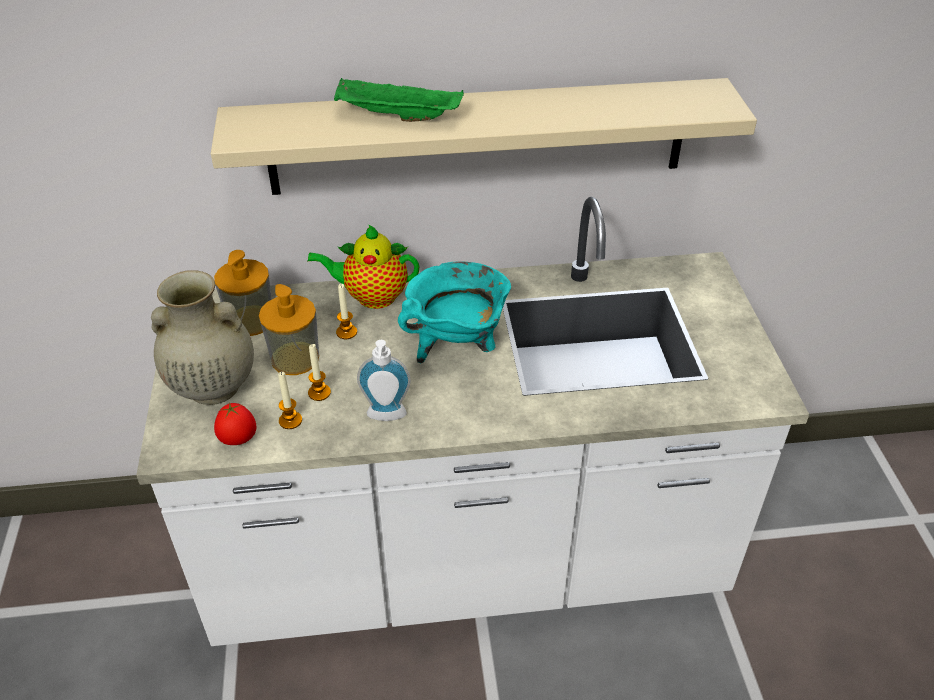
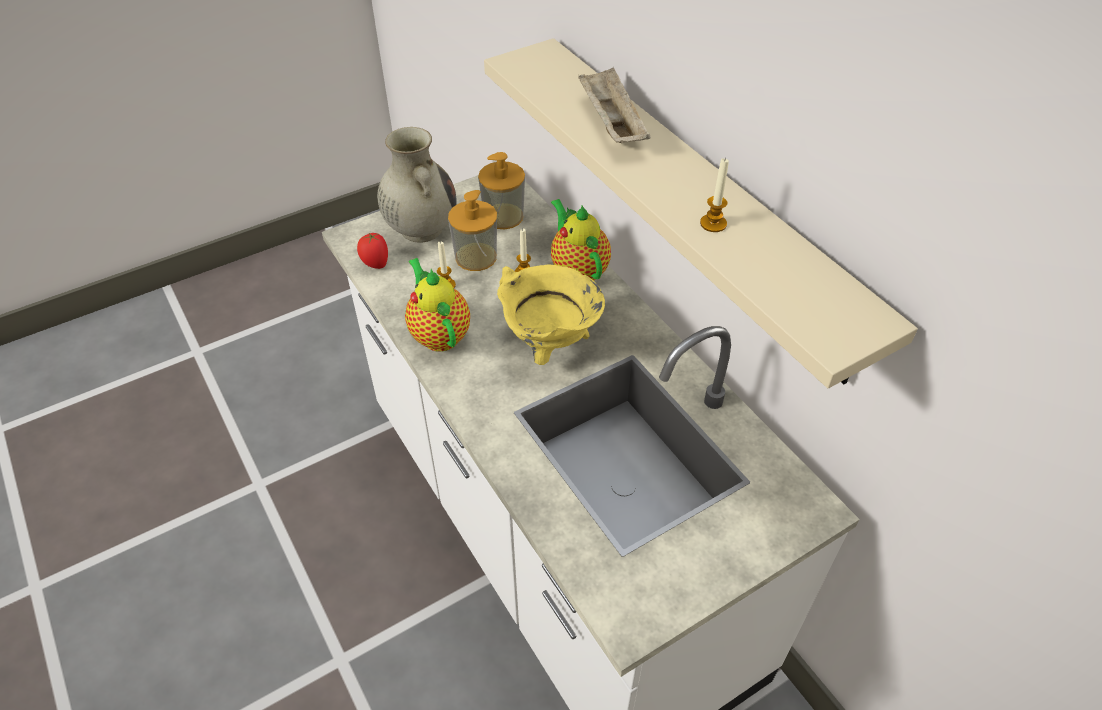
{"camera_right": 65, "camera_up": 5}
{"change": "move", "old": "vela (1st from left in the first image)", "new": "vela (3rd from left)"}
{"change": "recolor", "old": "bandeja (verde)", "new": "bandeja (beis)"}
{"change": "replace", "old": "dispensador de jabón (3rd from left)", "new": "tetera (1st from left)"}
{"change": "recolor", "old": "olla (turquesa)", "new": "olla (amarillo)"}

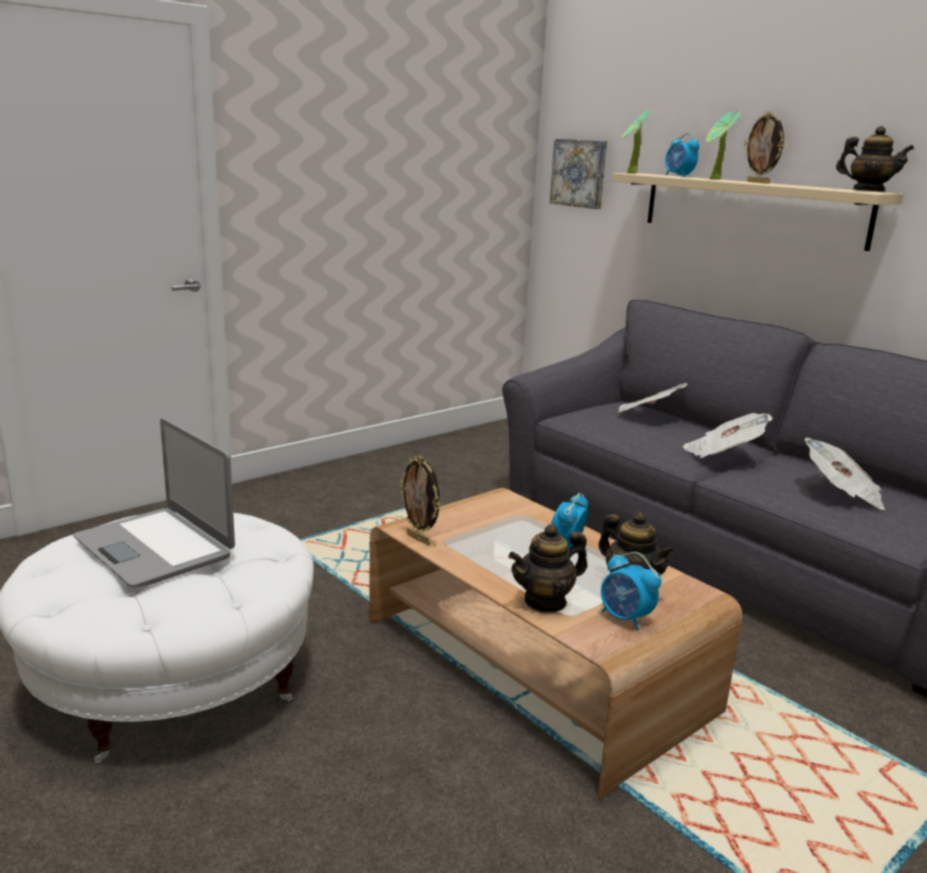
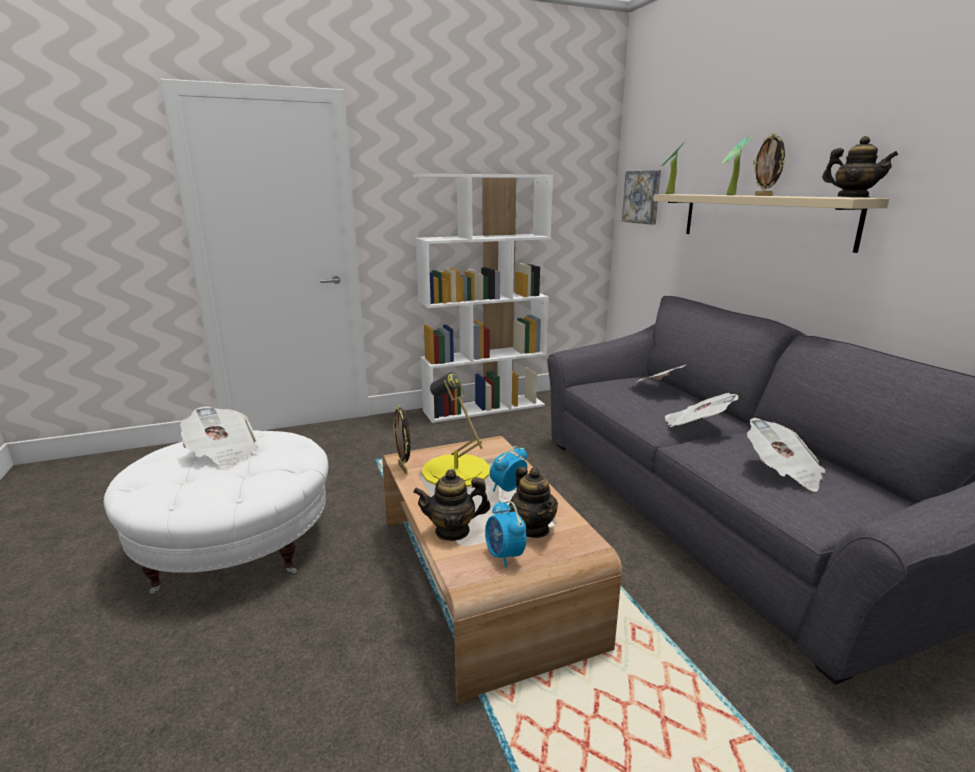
{"camera_right": 20, "camera_up": 0}
{"change": "replace", "old": "portátil", "new": "periódico (1st from left)"}
{"change": "delete", "old": "despertador (3rd from left)"}
{"change": "insert", "new": "estantería (blanco)"}
{"change": "insert", "new": "lámpara de mesa (amarillo)"}

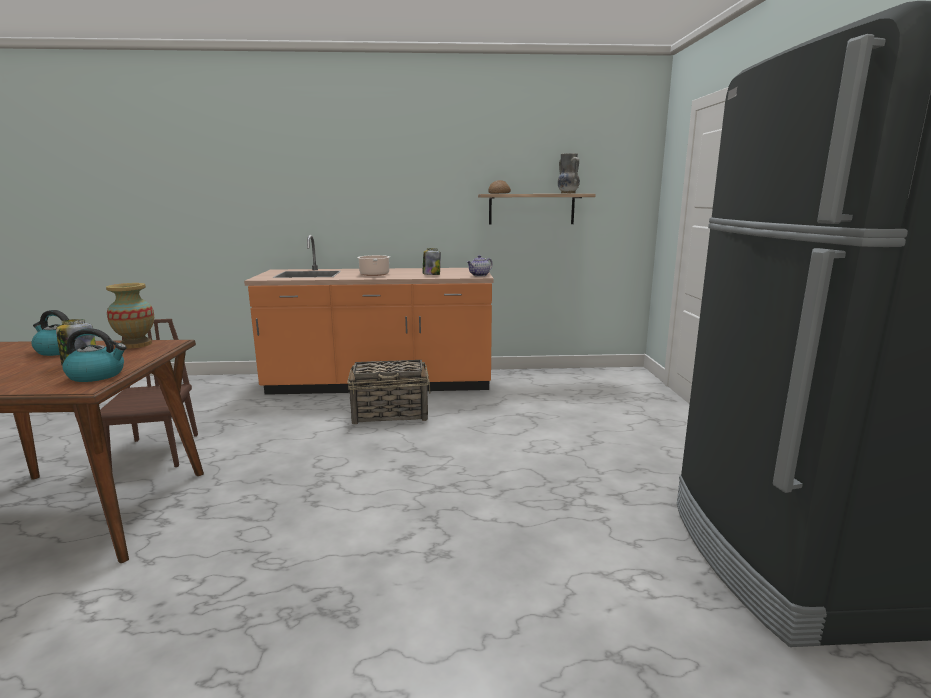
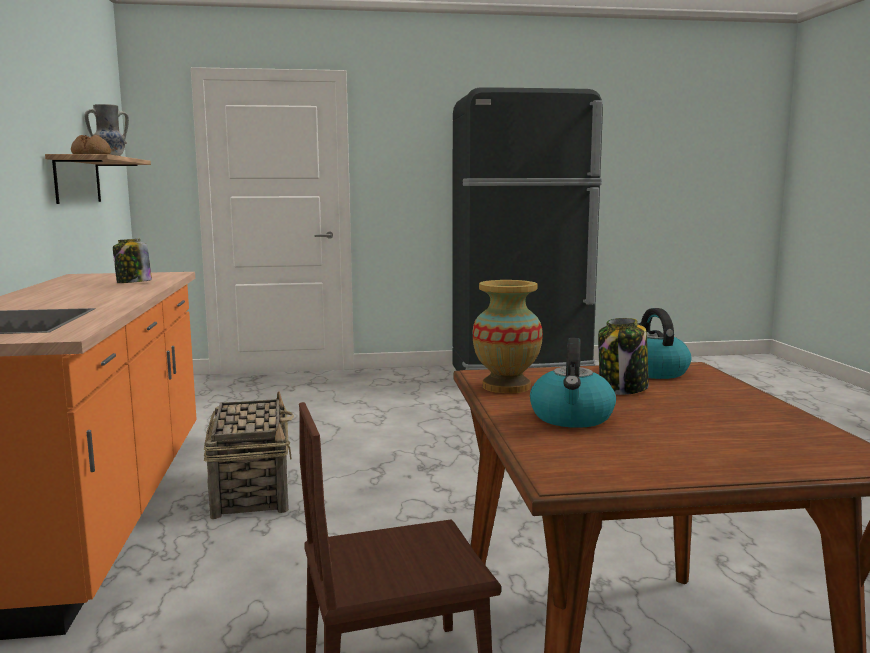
{"camera_right": -95, "camera_up": -5}
{"change": "delete", "old": "olla"}
{"change": "delete", "old": "tetera"}

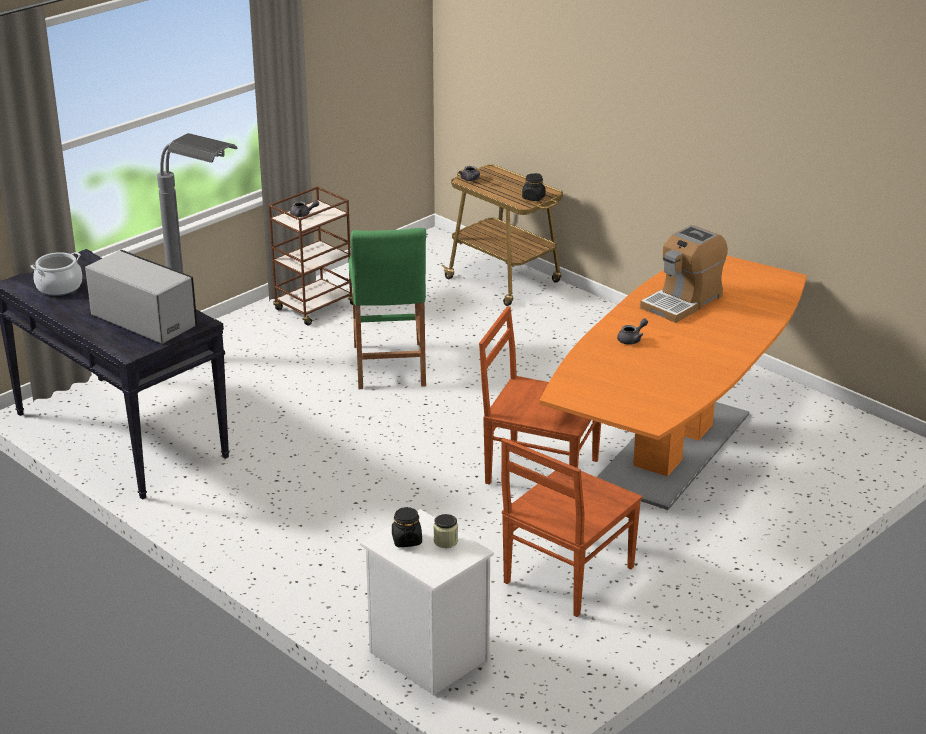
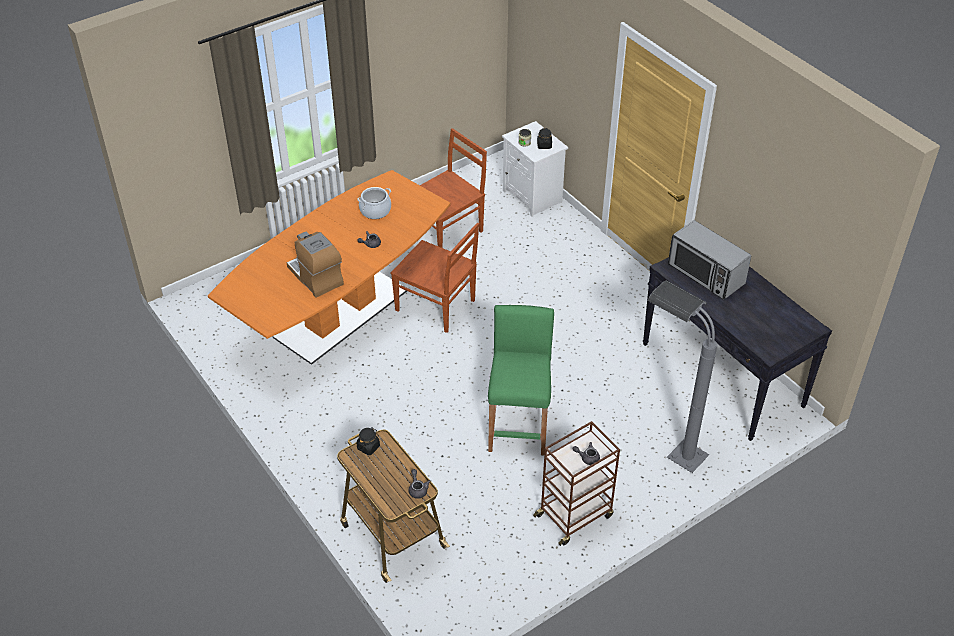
{"camera_right": -170, "camera_up": 15}
{"change": "move", "old": "olla"}
{"change": "rotate", "old": "cafetera", "degrees": -90}

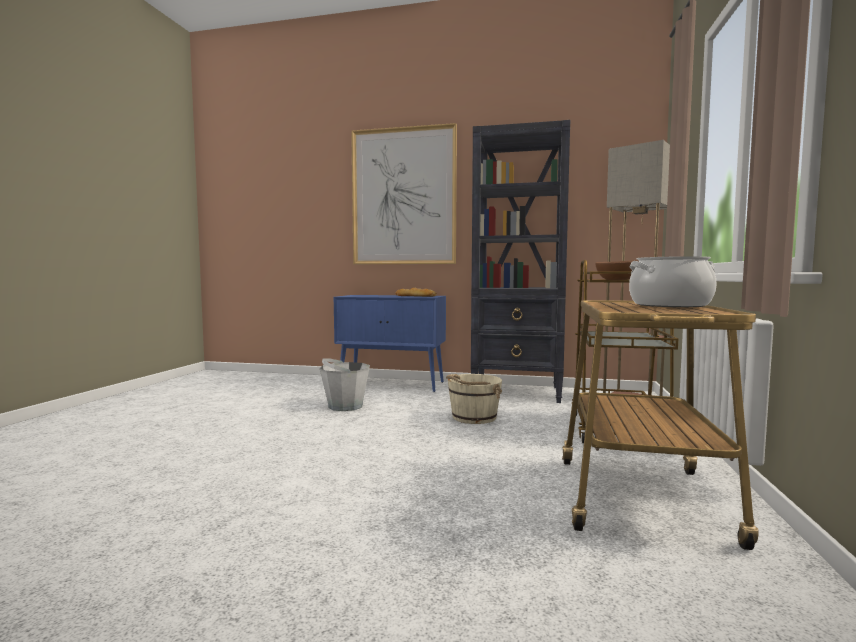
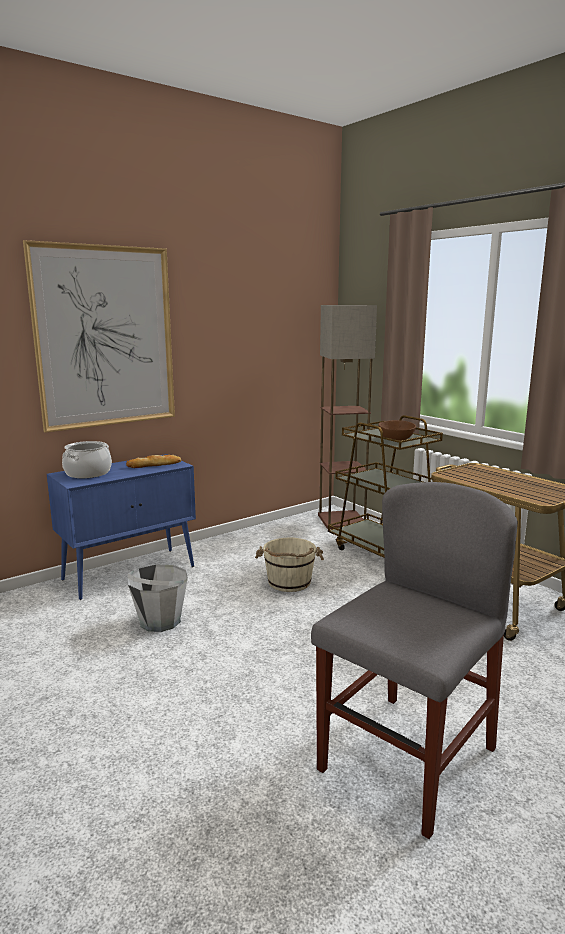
{"camera_right": -50, "camera_up": 10}
{"change": "delete", "old": "estantería (negro)"}
{"change": "move", "old": "olla"}
{"change": "insert", "new": "silla (gris)"}

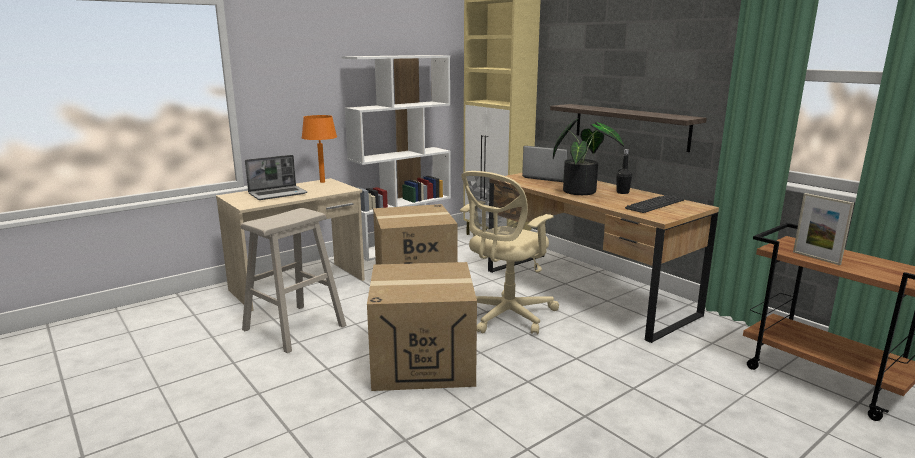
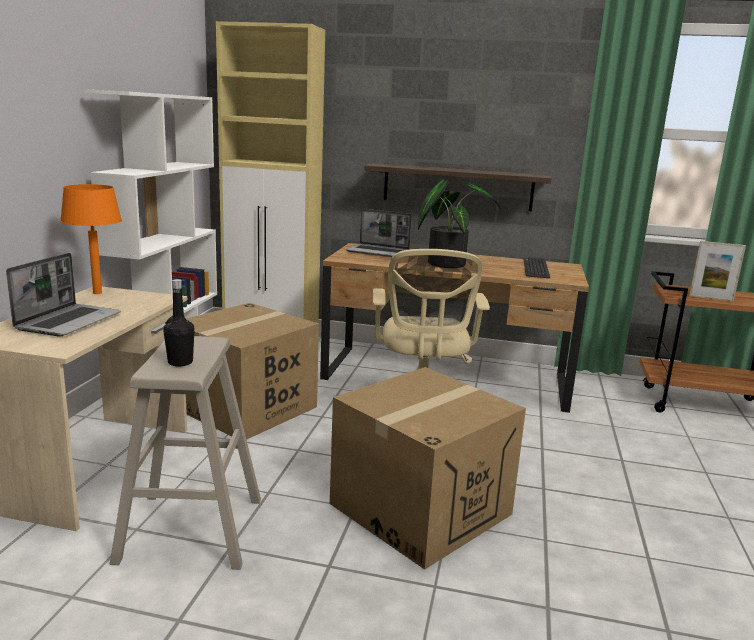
{"camera_right": -40, "camera_up": 0}
{"change": "rotate", "old": "portátil (2nd from left)", "degrees": -150}
{"change": "move", "old": "botella (negro)"}

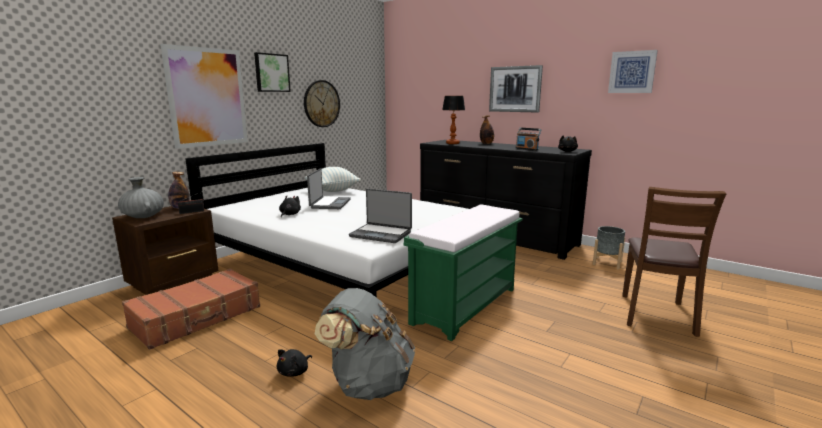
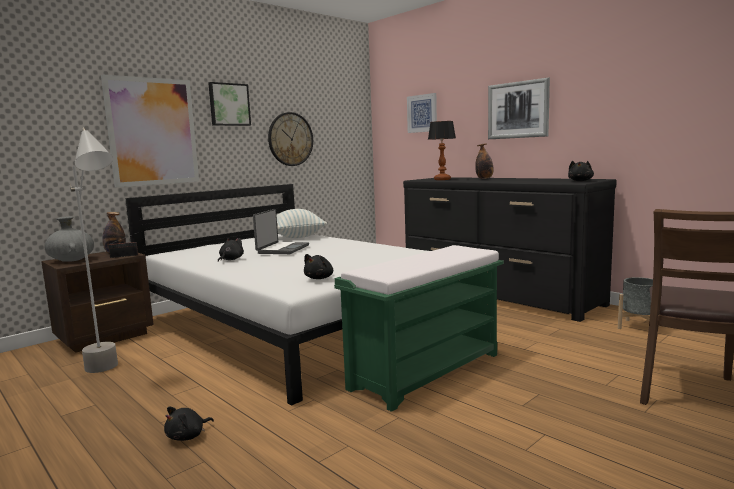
{"camera_right": 10, "camera_up": -5}
{"change": "replace", "old": "maleta (marrón)", "new": "lámpara de pie (gris)"}
{"change": "delete", "old": "mochila (gris)"}
{"change": "replace", "old": "portátil (2nd from left)", "new": "peluche (negro) (3rd from left)"}
{"change": "delete", "old": "radio (2nd from left)"}
{"change": "move", "old": "cuadro (4th from left in the first image)", "new": "cuadro (3rd from left)"}

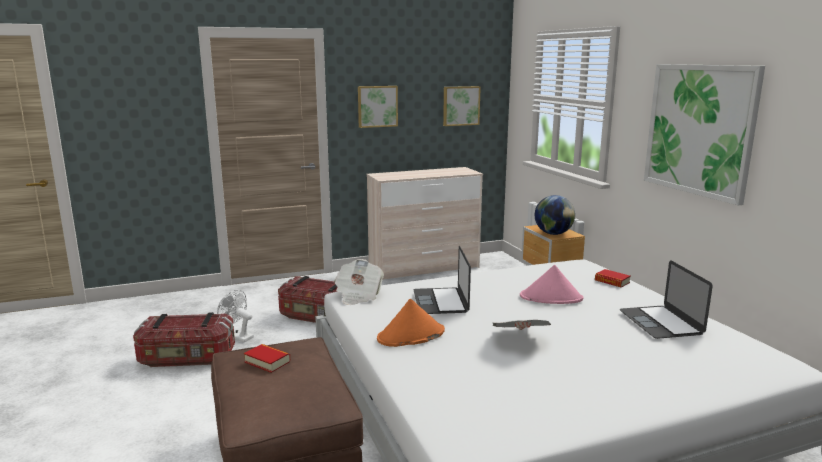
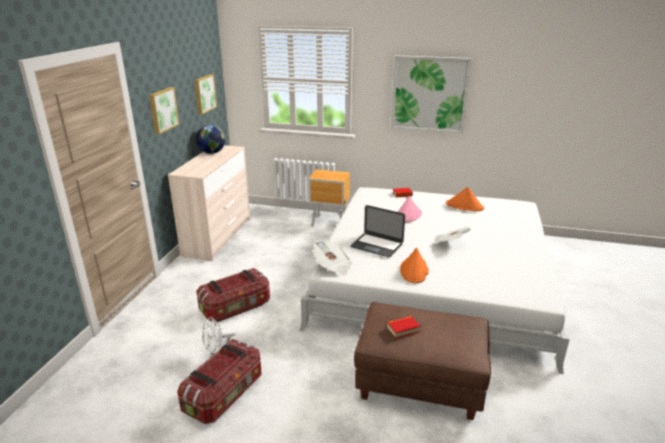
{"camera_right": -55, "camera_up": 10}
{"change": "move", "old": "globo terráqueo"}
{"change": "replace", "old": "portátil (2nd from left)", "new": "sombrero (naranja) (2nd from left)"}

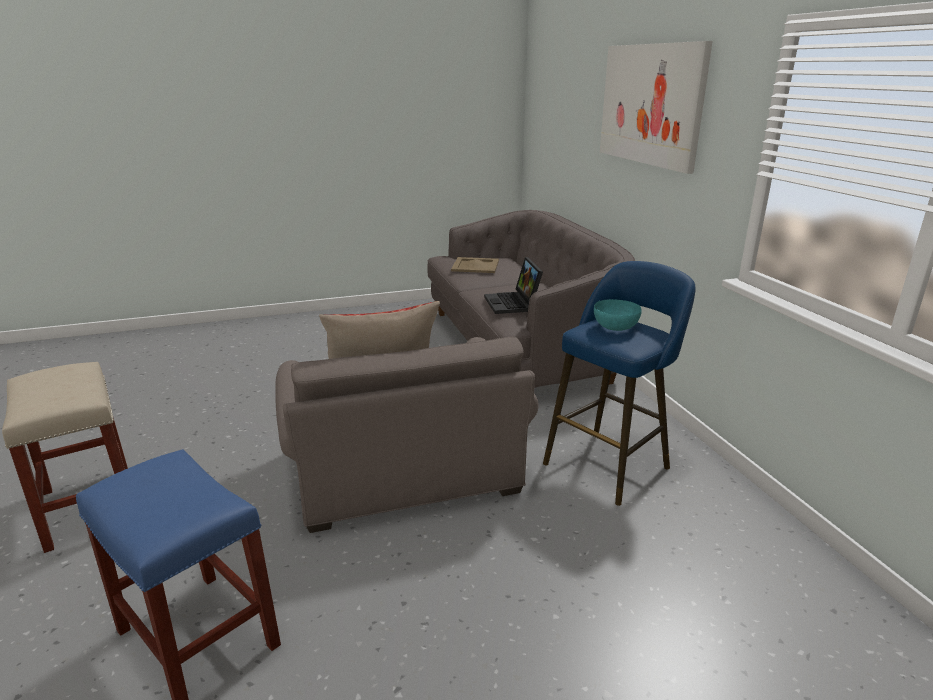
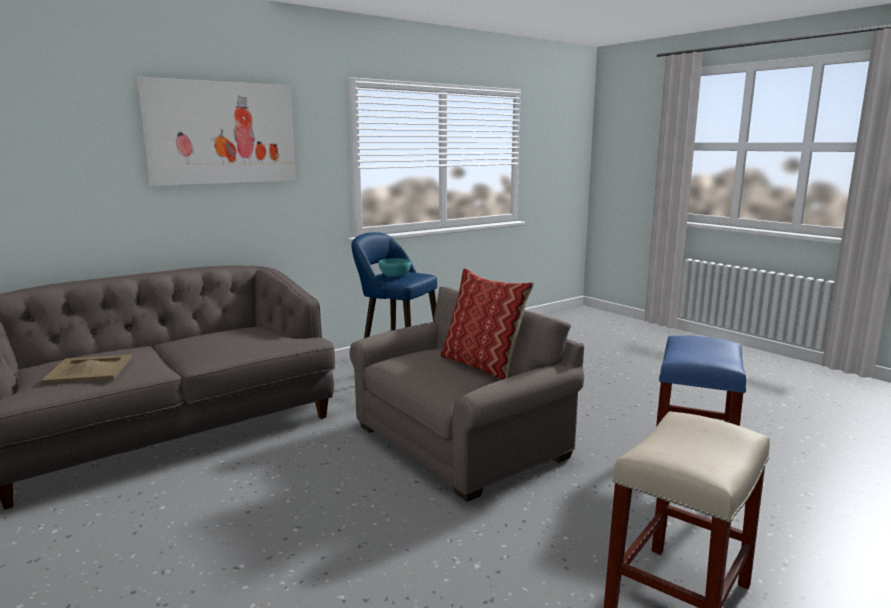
{"camera_right": -110, "camera_up": -10}
{"change": "delete", "old": "portátil"}

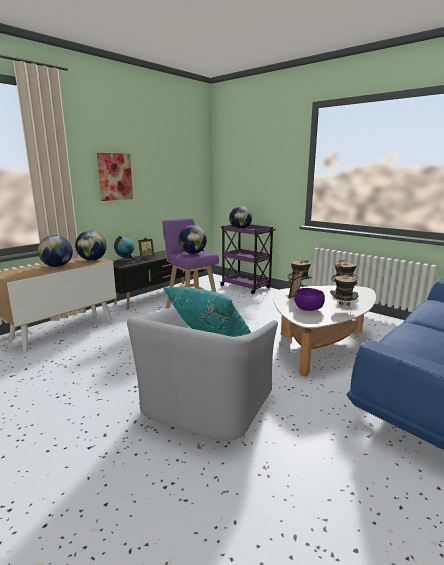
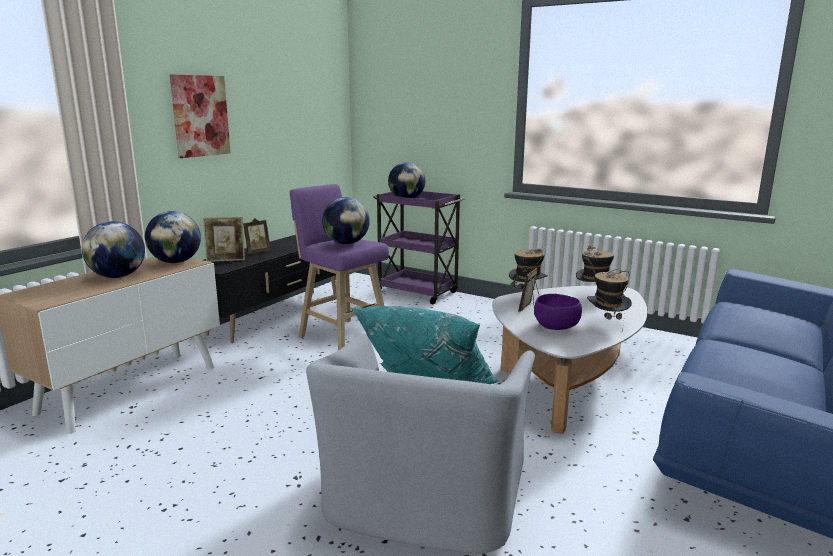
{"camera_right": -10, "camera_up": 0}
{"change": "replace", "old": "globo terráqueo (3rd from left)", "new": "portarretratos (1st from left)"}

